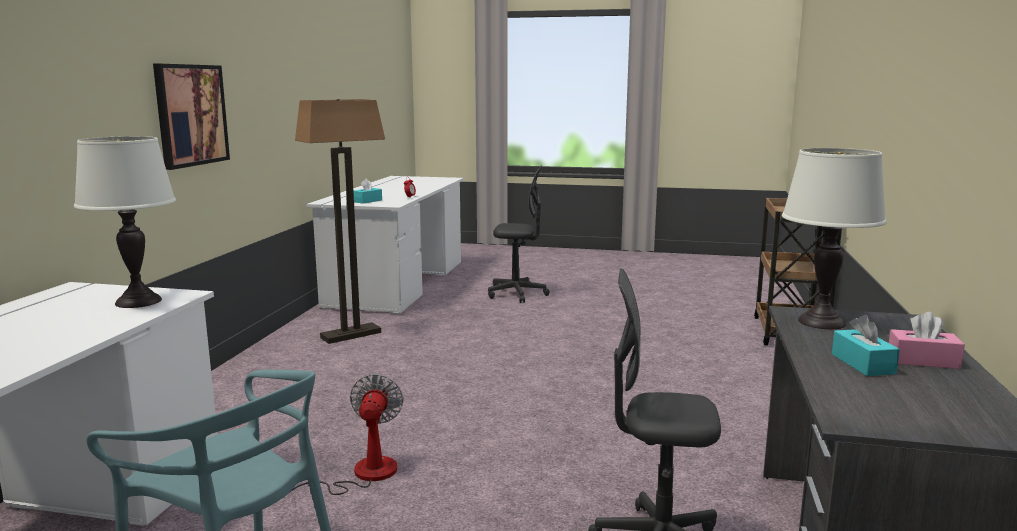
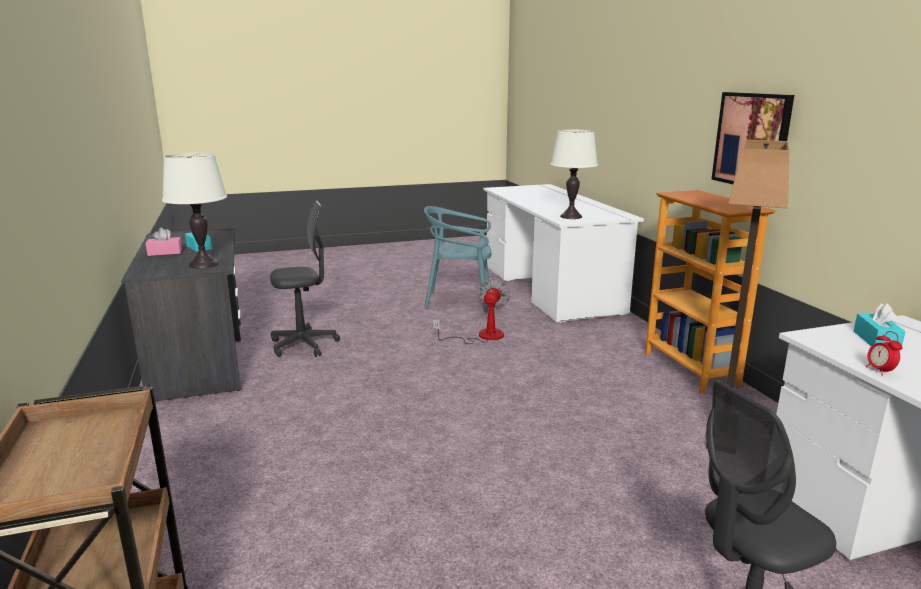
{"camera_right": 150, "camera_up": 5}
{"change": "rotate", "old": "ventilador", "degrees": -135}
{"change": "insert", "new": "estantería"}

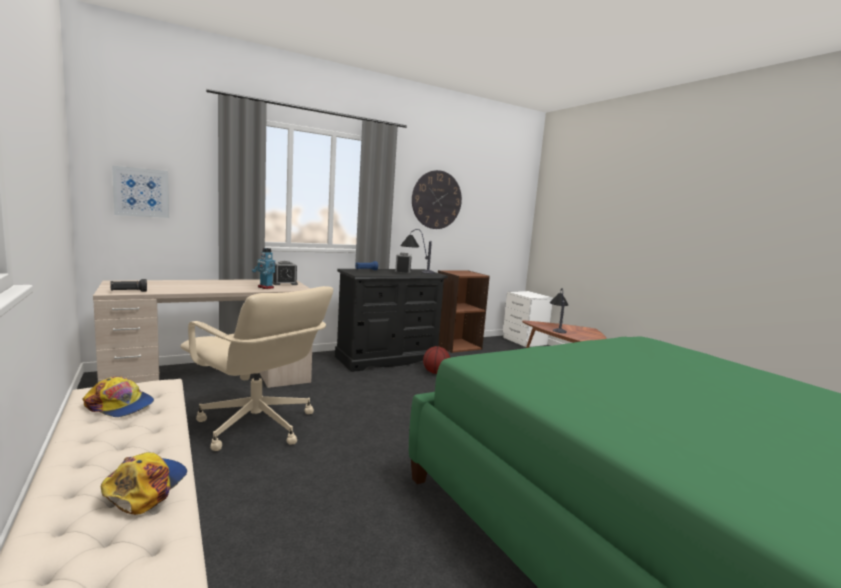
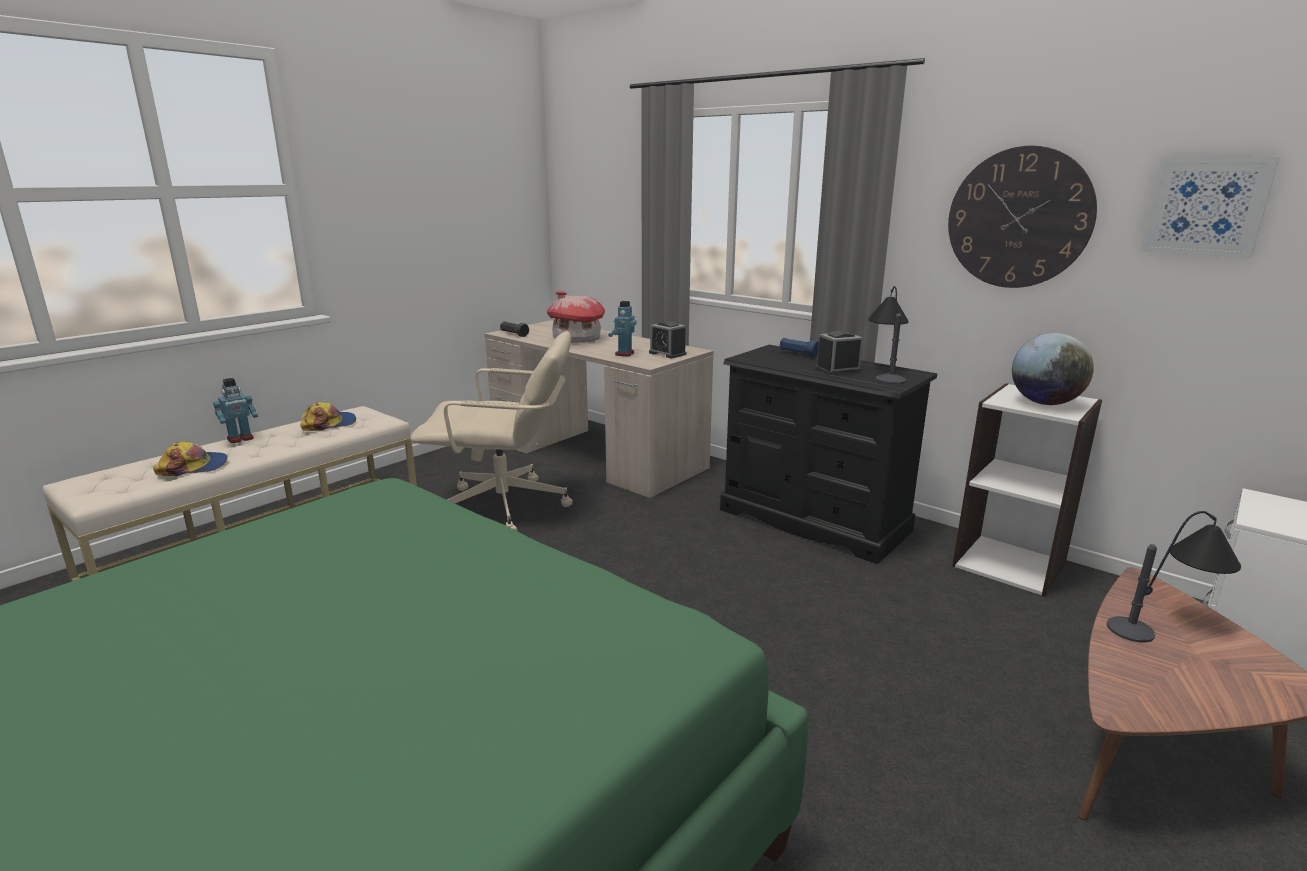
{"camera_right": 70, "camera_up": 10}
{"change": "rotate", "old": "gorra (1st from left in the first image)", "degrees": -120}
{"change": "move", "old": "cuadro"}
{"change": "rotate", "old": "silla de oficina (beis)", "degrees": -105}
{"change": "delete", "old": "balón de baloncesto"}
{"change": "recolor", "old": "estantería (marrón)", "new": "estantería (blanco)"}
{"change": "insert", "new": "robot de juguete (1st from left)"}
{"change": "insert", "new": "casita"}
{"change": "insert", "new": "globo terráqueo"}

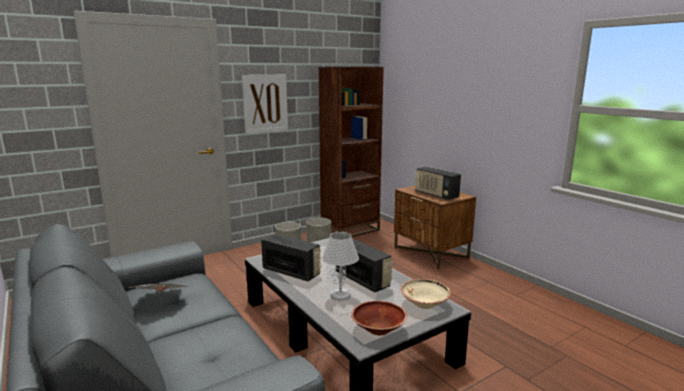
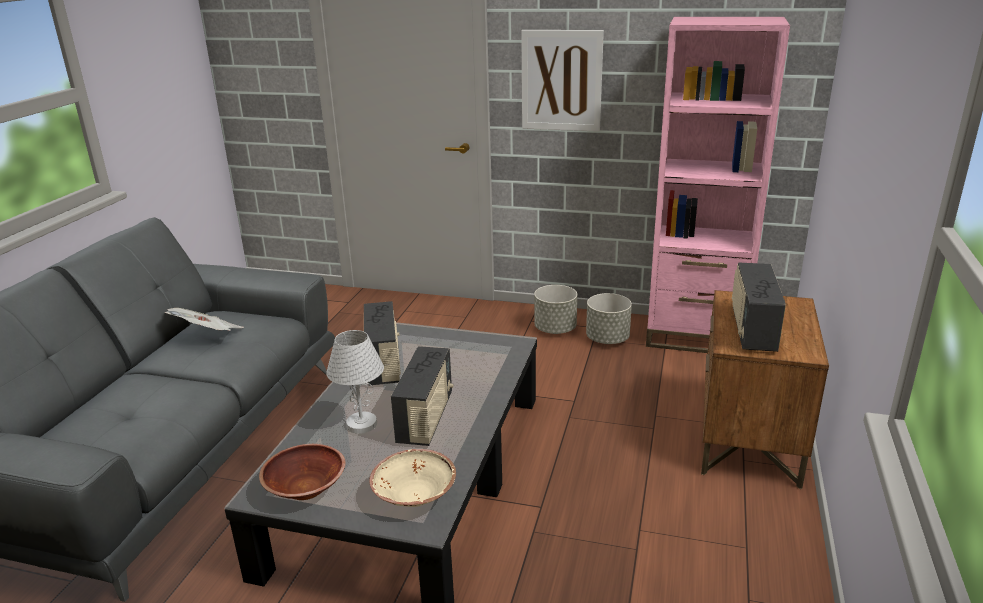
{"camera_right": 50, "camera_up": 10}
{"change": "recolor", "old": "estantería (marrón)", "new": "estantería (rosa)"}

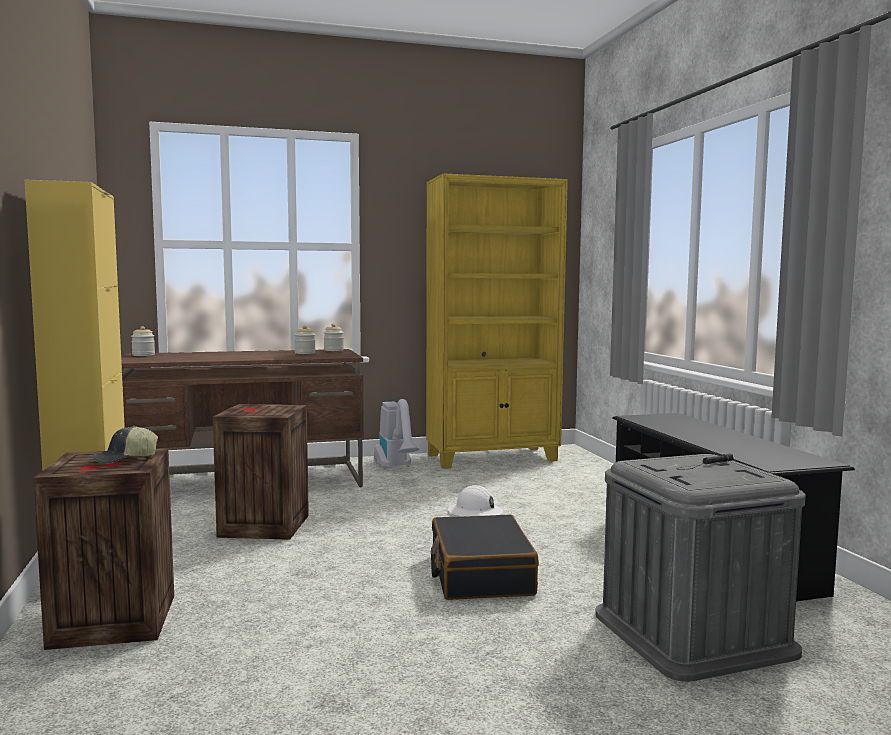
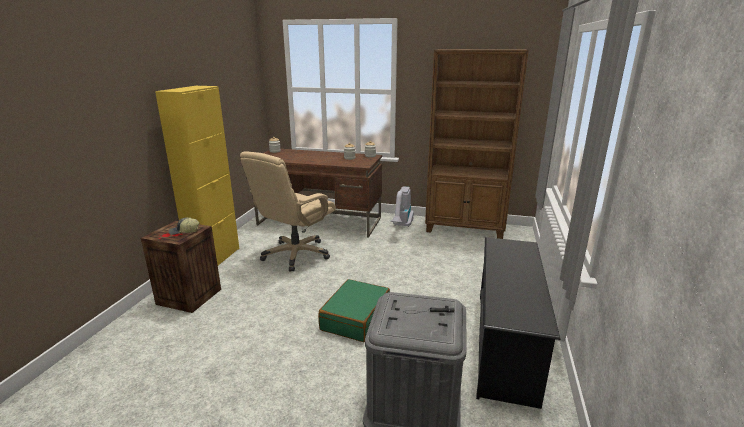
{"camera_right": 30, "camera_up": 15}
{"change": "replace", "old": "caja de embalaje (2nd from left)", "new": "silla de oficina (beis)"}
{"change": "recolor", "old": "estantería (amarillo)", "new": "estantería (marrón)"}
{"change": "recolor", "old": "maleta (negro)", "new": "maleta (verde)"}
{"change": "delete", "old": "casco (blanco)"}

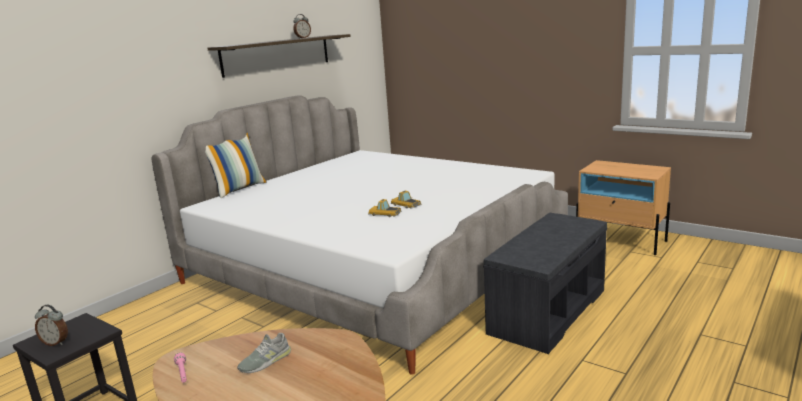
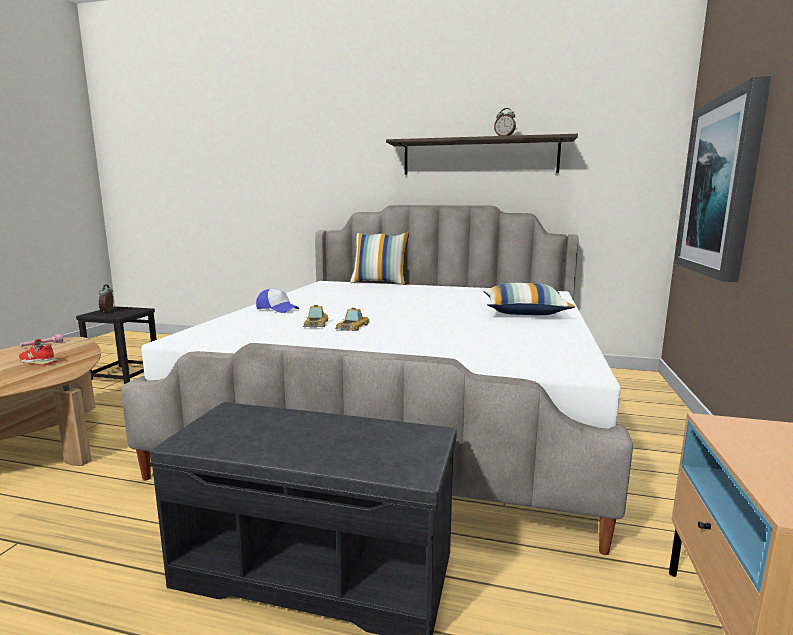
{"camera_right": 65, "camera_up": -5}
{"change": "recolor", "old": "zapato (gris)", "new": "zapato (rojo)"}
{"change": "insert", "new": "gorra"}
{"change": "insert", "new": "cojín (2nd from left)"}
{"change": "insert", "new": "cuadro"}

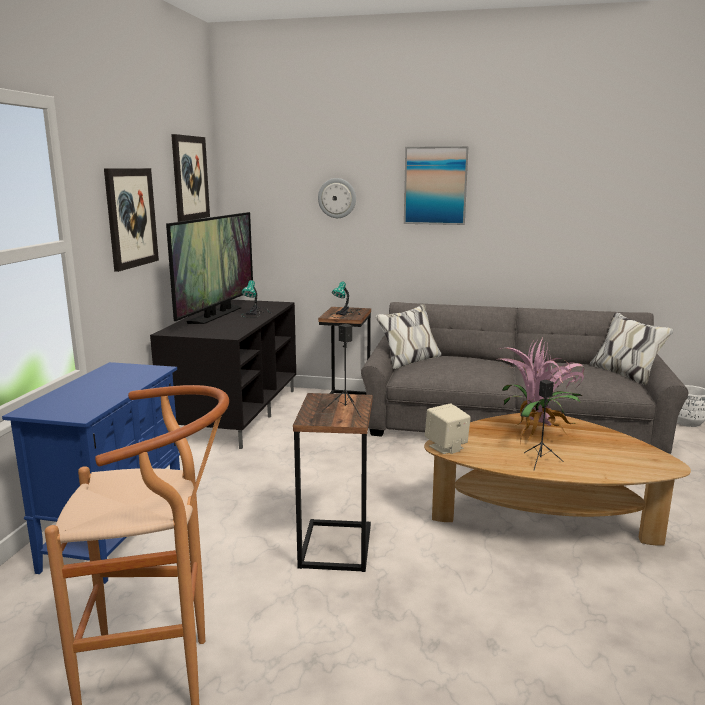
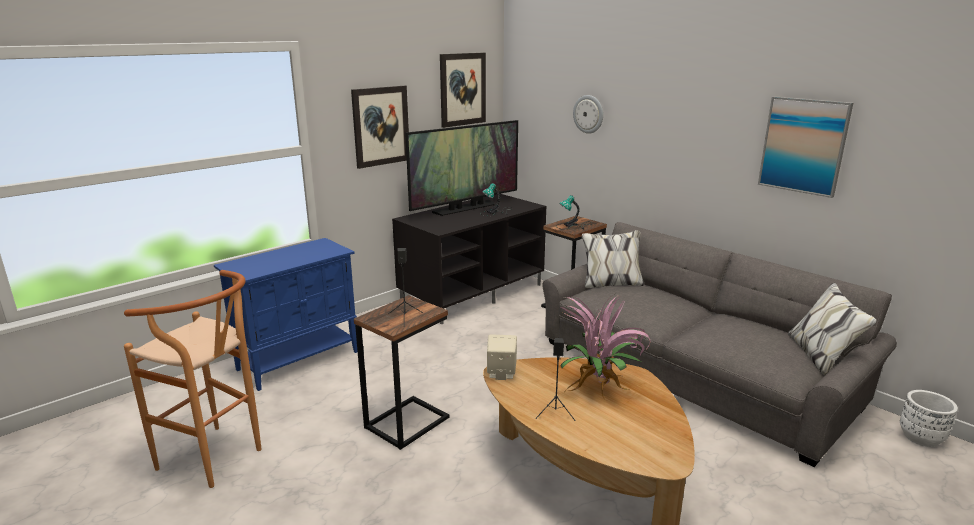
{"camera_right": 35, "camera_up": 5}
{"change": "move", "old": "cuadro (3rd from left)"}

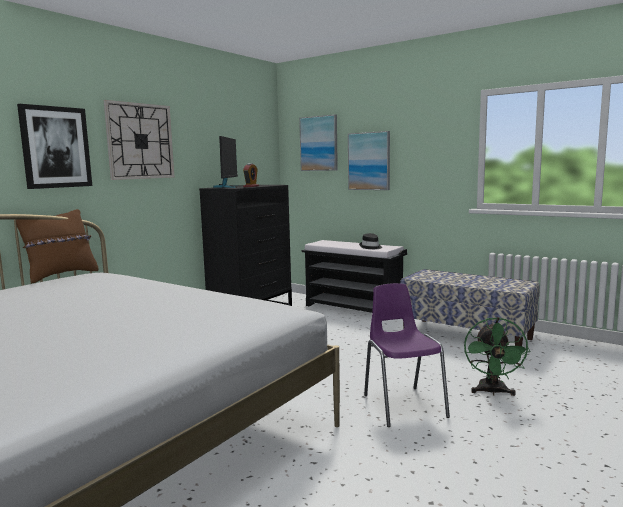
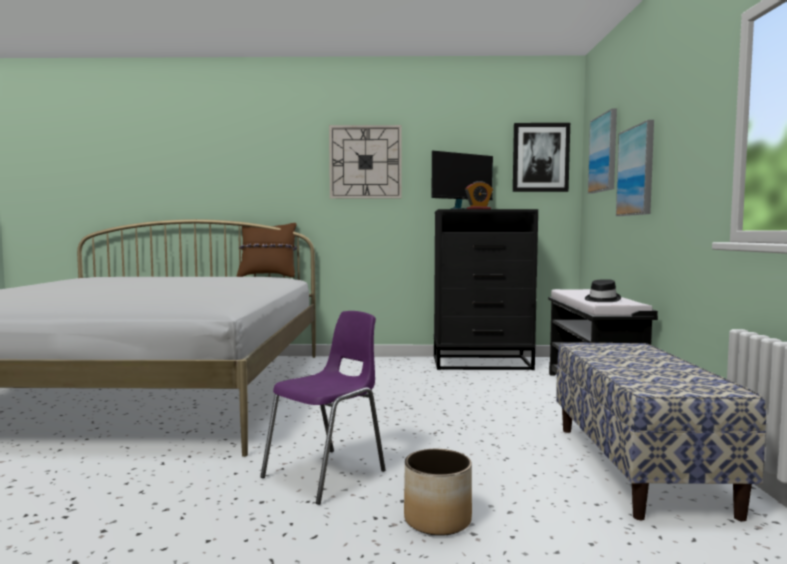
{"camera_right": 55, "camera_up": -5}
{"change": "move", "old": "cuadro (1st from left)"}
{"change": "replace", "old": "ventilador (verde)", "new": "maceta"}

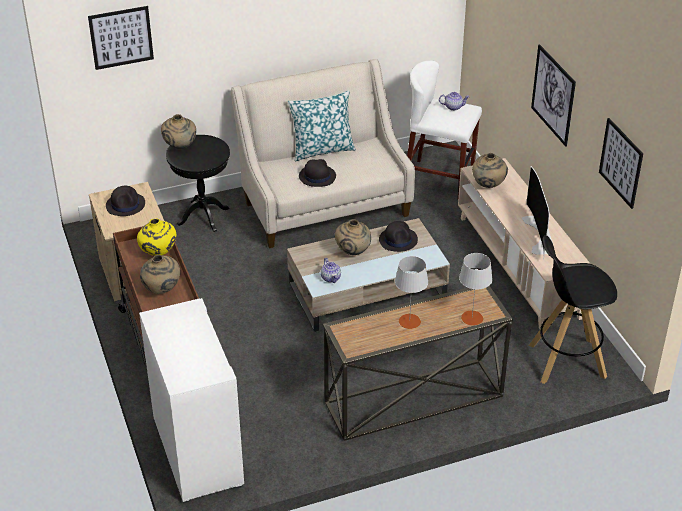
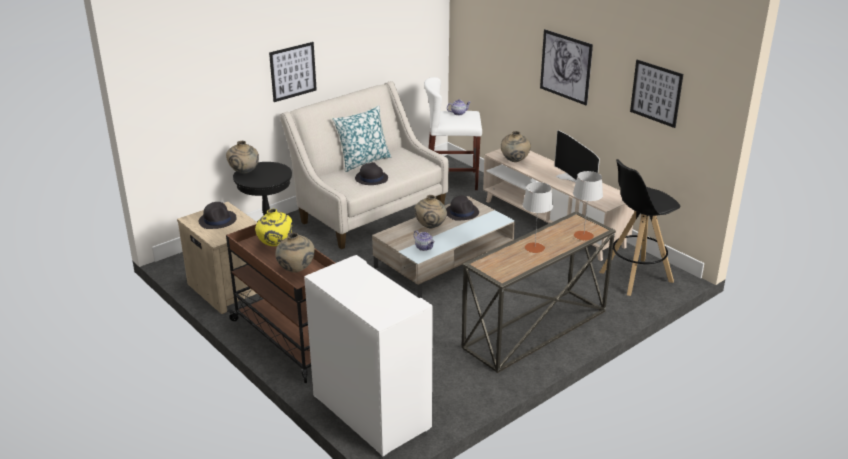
{"camera_right": -20, "camera_up": -10}
{"change": "move", "old": "cuadro (1st from left)"}

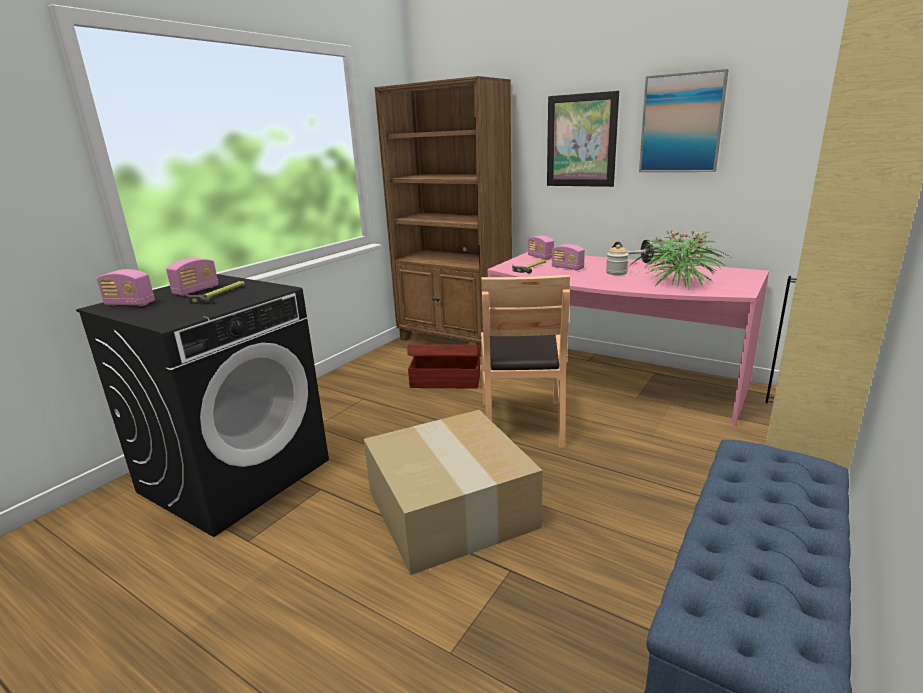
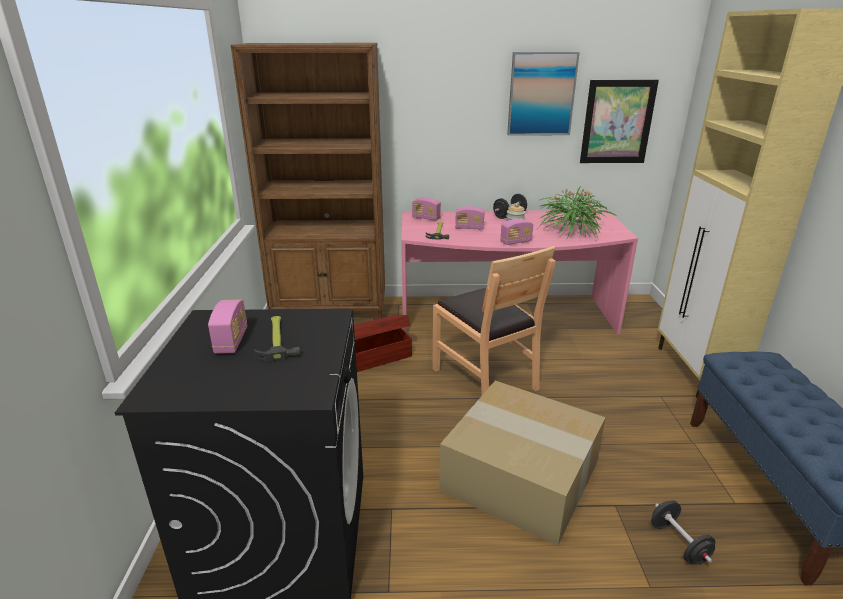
{"camera_right": -35, "camera_up": 5}
{"change": "move", "old": "radio (1st from left in the first image)", "new": "radio (4th from left)"}
{"change": "move", "old": "cuadro (1st from left in the first image)", "new": "cuadro (2nd from left)"}
{"change": "insert", "new": "mancuerna (negro) (2nd from left)"}

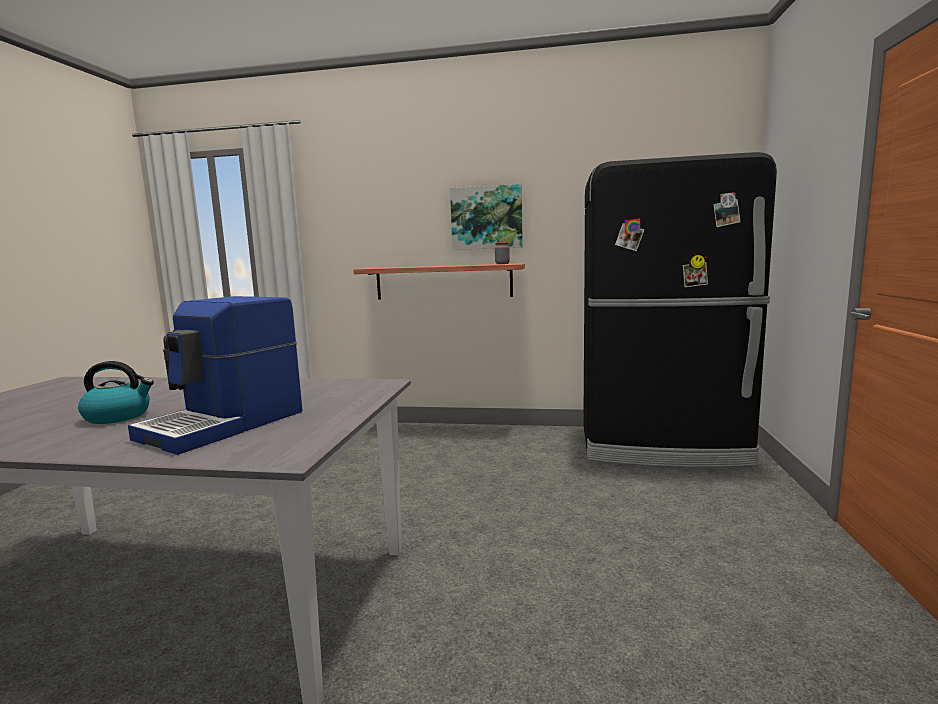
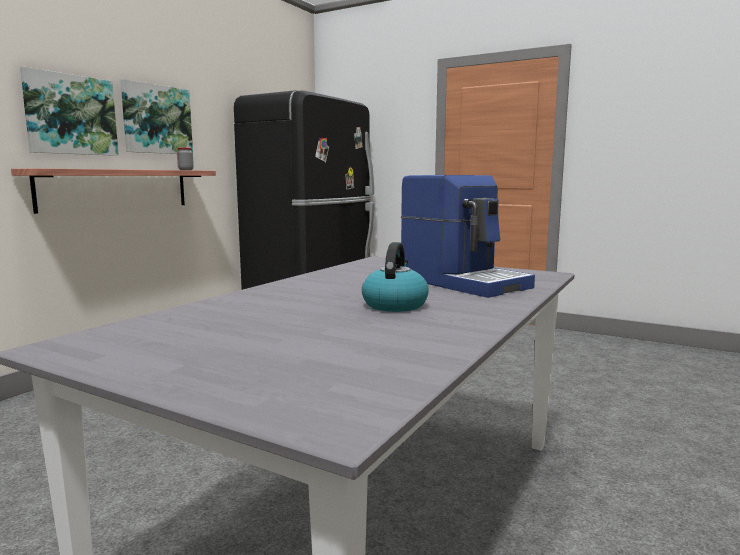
{"camera_right": -70, "camera_up": 0}
{"change": "insert", "new": "cuadro (1st from left)"}

